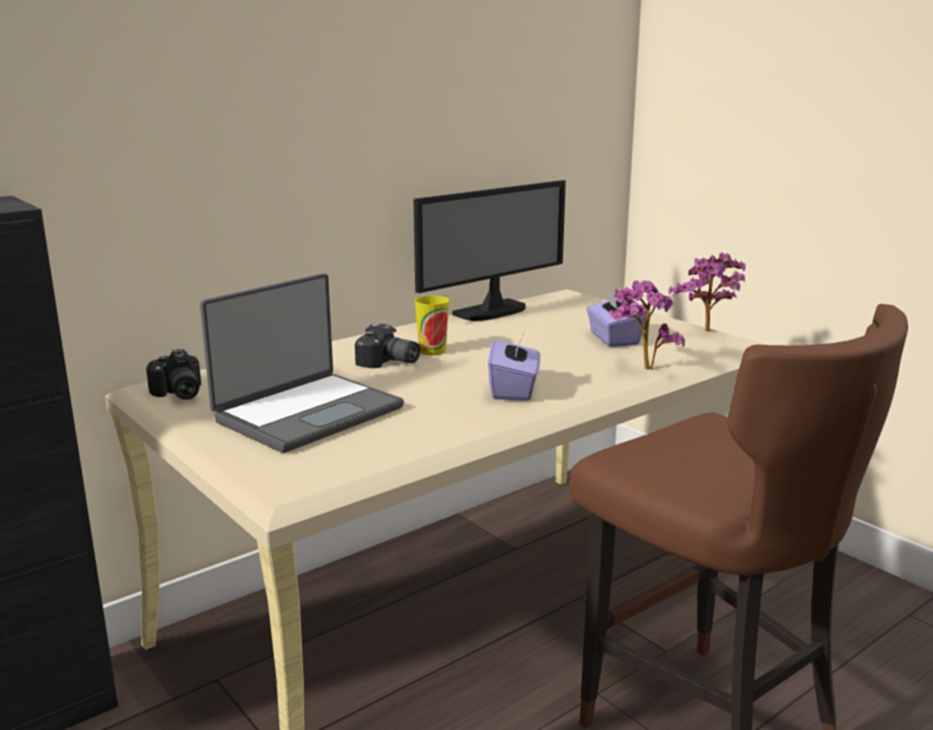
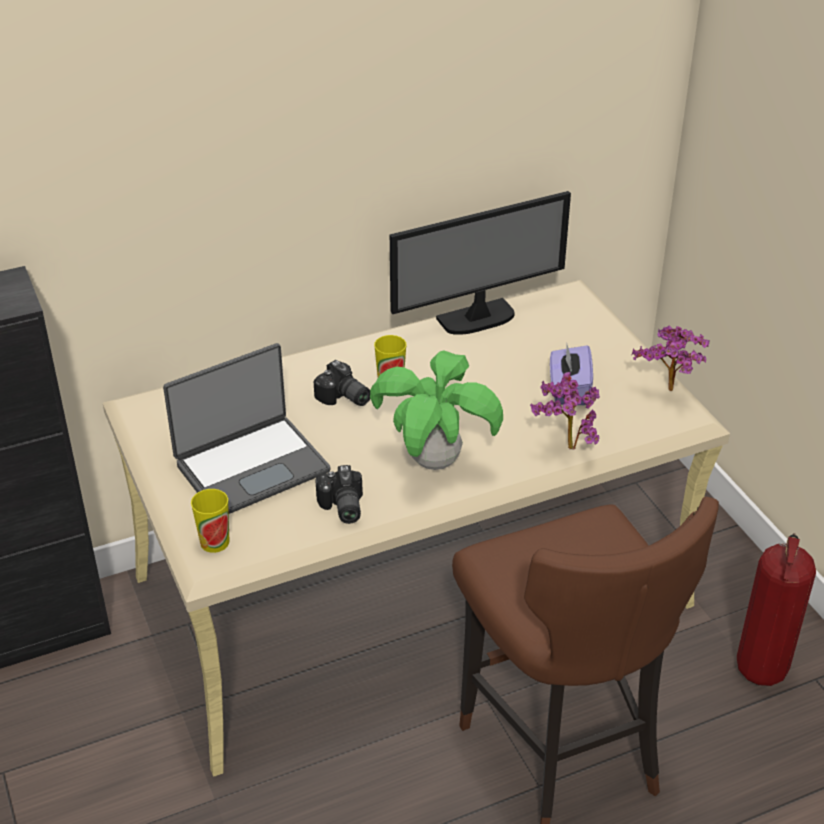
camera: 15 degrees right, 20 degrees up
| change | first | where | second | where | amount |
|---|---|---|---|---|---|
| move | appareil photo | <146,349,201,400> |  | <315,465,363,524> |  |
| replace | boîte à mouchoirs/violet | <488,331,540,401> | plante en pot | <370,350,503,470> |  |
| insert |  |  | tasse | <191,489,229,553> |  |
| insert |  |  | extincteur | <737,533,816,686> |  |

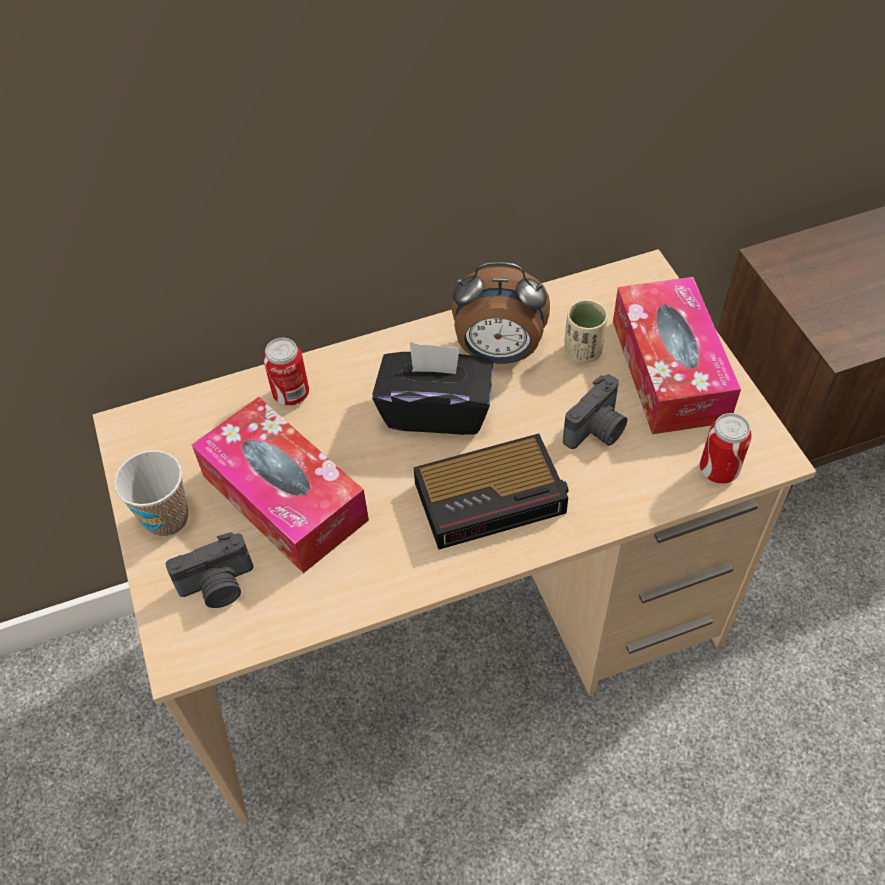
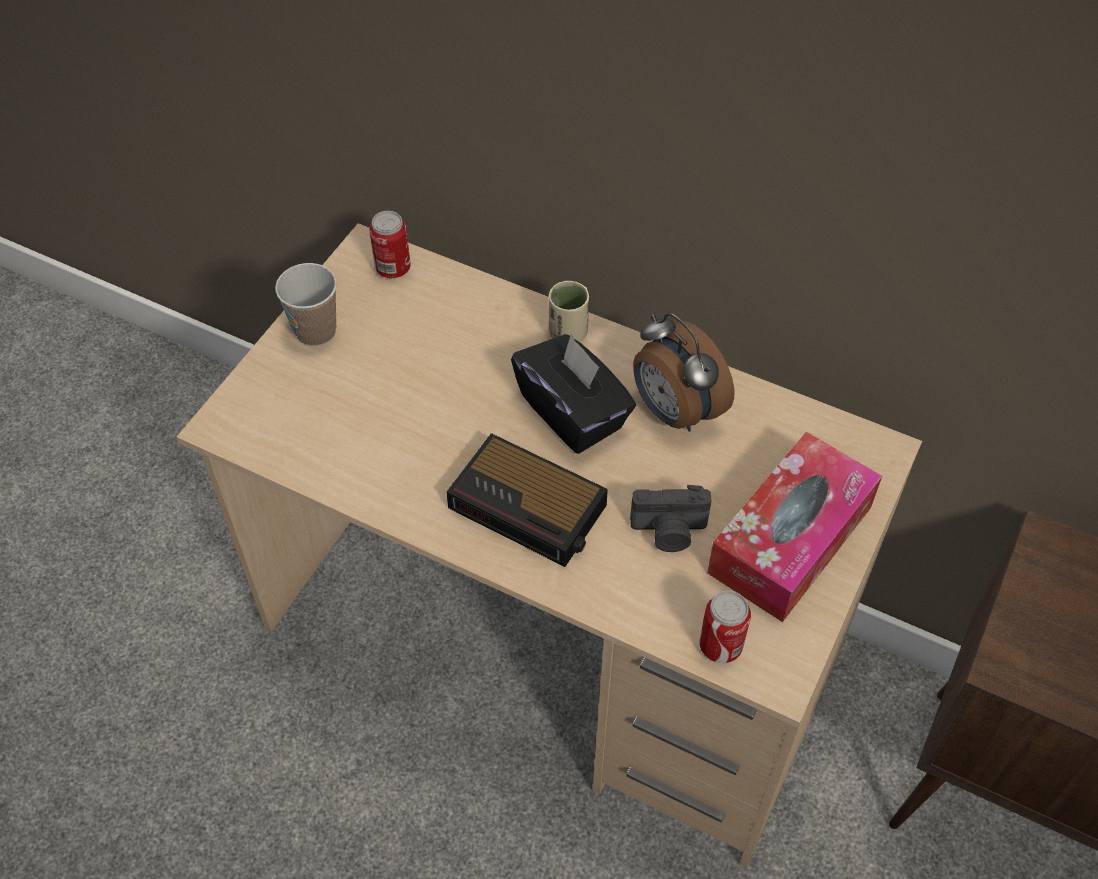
camera: 45 degrees right, 0 degrees up
| change | first | where | second | where | amount |
|---|---|---|---|---|---|
| delete | appareil photo | <165,532,254,608> |  |  |  |
| delete | boîte à mouchoirs | <192,397,369,574> |  |  |  |
| move | boîte métallique | <263,338,309,406> |  | <370,211,411,278> |  |
| move | tasse/beige | <564,299,608,363> |  | <549,281,589,342> |  |

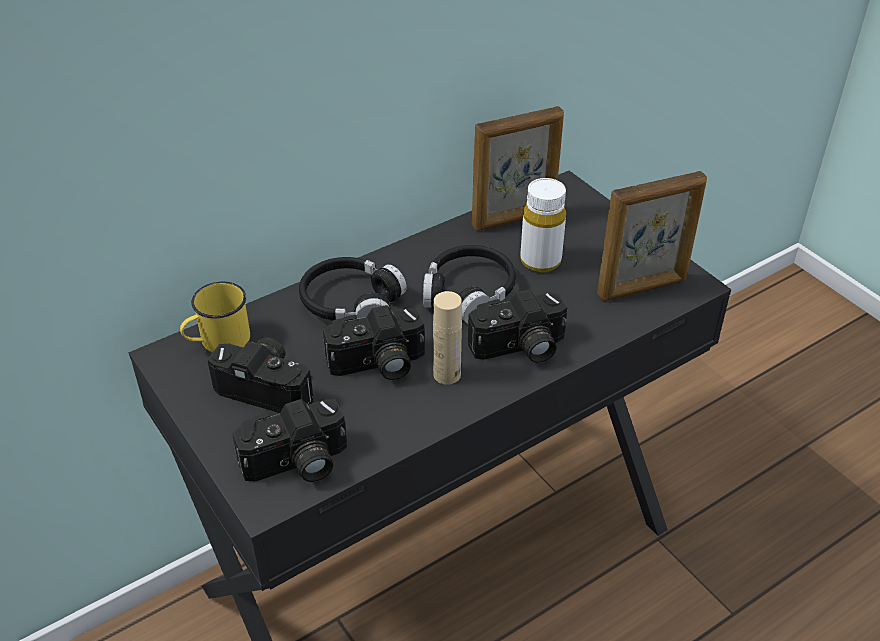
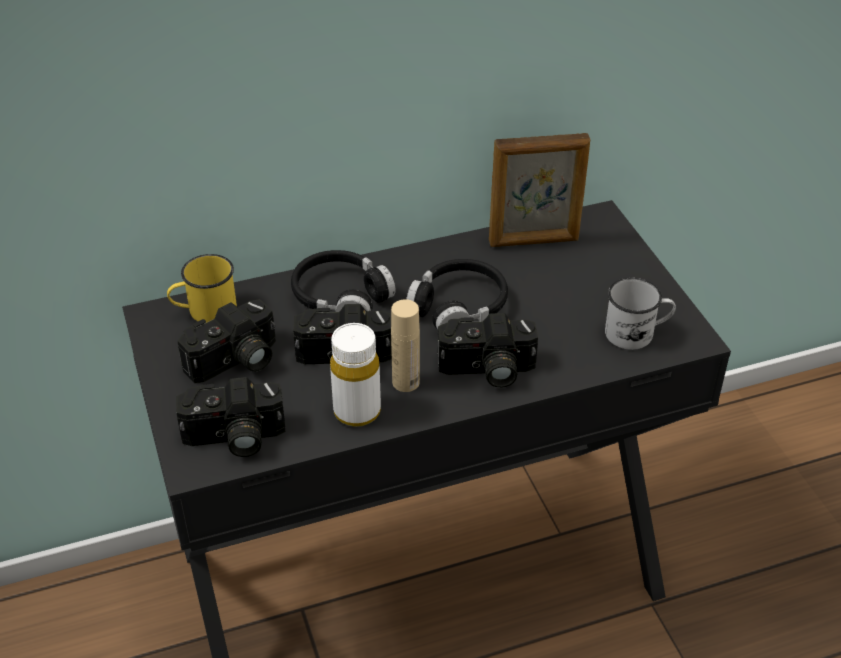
camera: 15 degrees right, 0 degrees up
| change | first | where | second | where | amount |
|---|---|---|---|---|---|
| rotate | appareil photo | <207,337,314,413> |  | <178,299,276,383> | 105 degrees clockwise |
| move | bouteille/blanc | <520,178,566,273> |  | <330,323,381,427> |  |
| replace | cadre photo | <597,171,707,301> | mug/blanc | <605,278,676,350> |  |

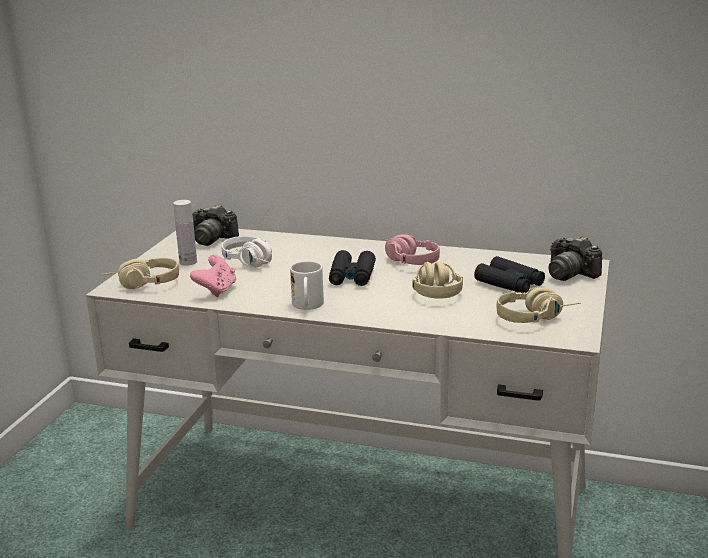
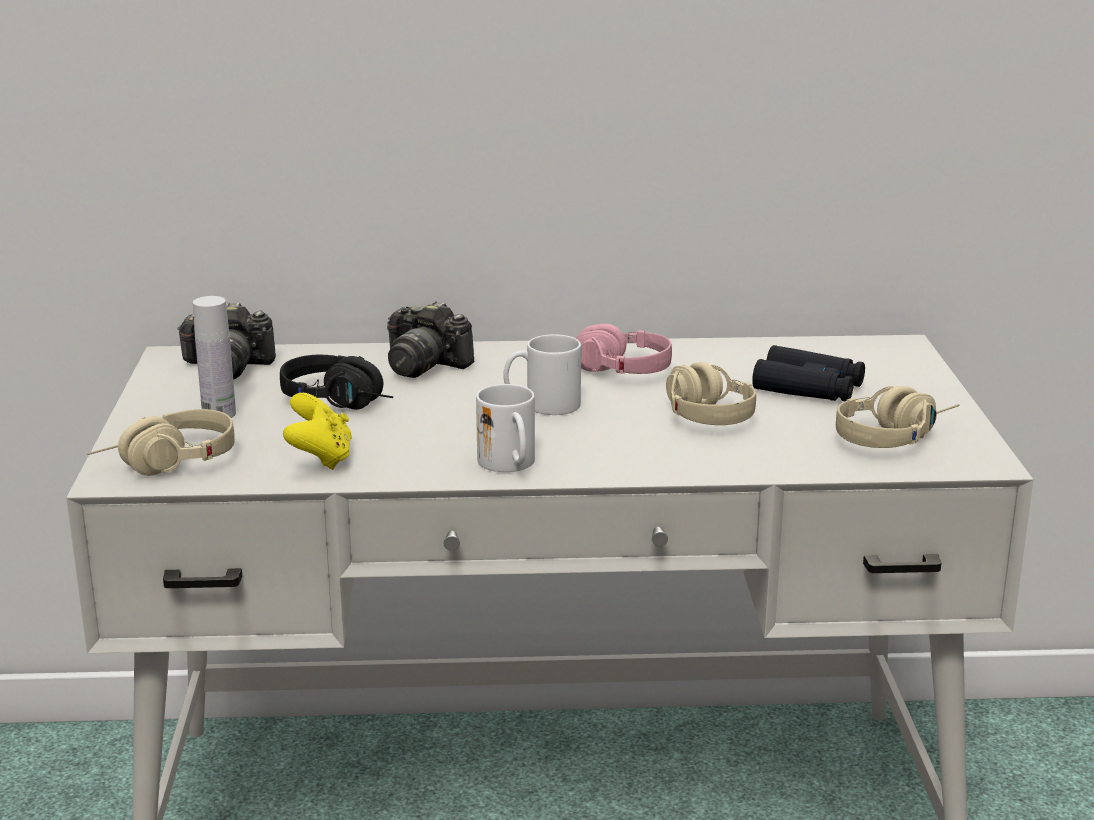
camera: 20 degrees left, 0 degrees up
| change | first | where | second | where | amount |
|---|---|---|---|---|---|
| recolor | manette/rose | <190,255,236,297> | manette/jaune | <283,393,352,470> |  |
| recolor | casque audio/blanc | <221,236,272,267> | casque audio/noir | <280,355,393,410> |  |
| replace | jumelles/noir | <329,250,376,286> | mug/blanc | <503,334,581,415> |  |
| move | appareil photo | <548,236,602,281> |  | <387,301,474,378> |  |

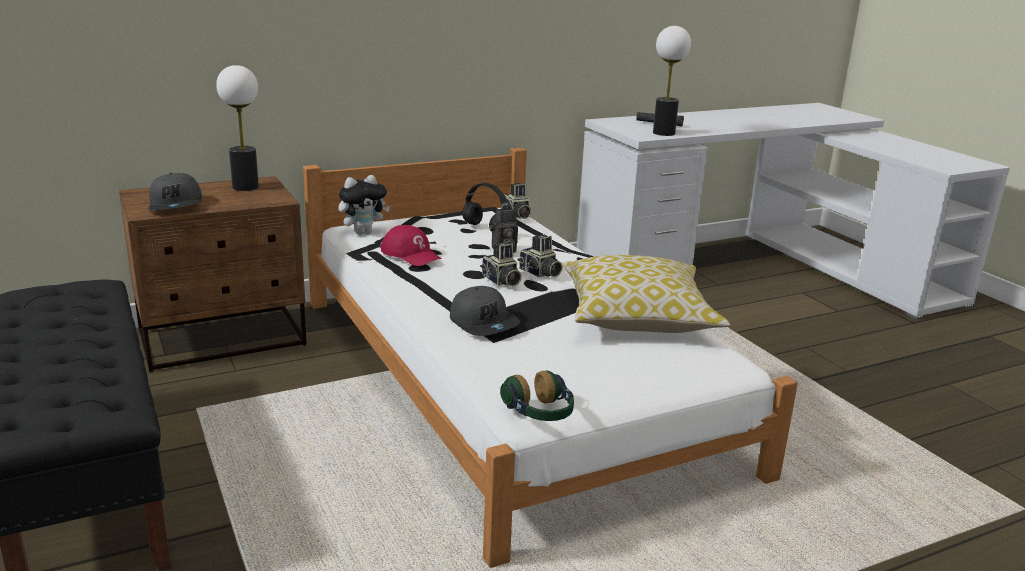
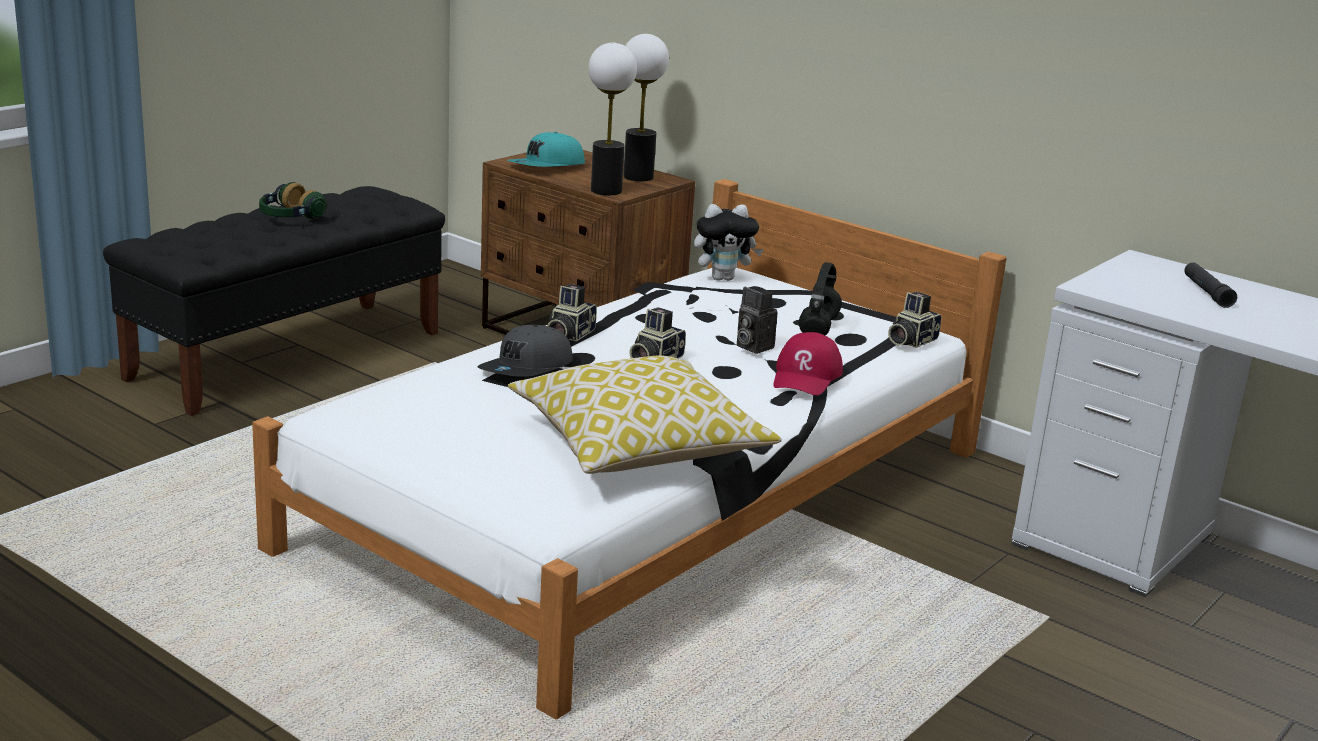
camera: 65 degrees right, 0 degrees up
| change | first | where | second | where | amount |
|---|---|---|---|---|---|
| recolor | casquette/gris | <148,173,202,211> | casquette/turquoise | <506,132,585,167> |  |
| rotate | peluche | <338,175,390,235> |  | <694,204,763,281> | 45 degrees counterclockwise |
| move | casquette/rouge | <380,225,442,266> |  | <774,332,843,396> |  |
| move | casque audio | <500,370,574,421> |  | <259,182,327,219> |  |
| move | appareil photo | <517,234,563,278> |  | <547,284,597,342> |  |
| move | lampe de table | <653,26,691,136> |  | <588,43,637,195> |  |

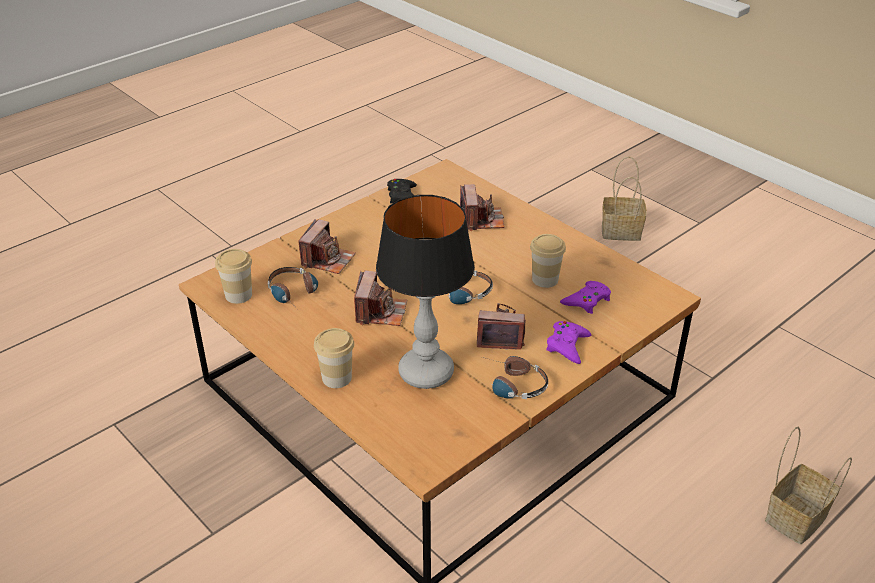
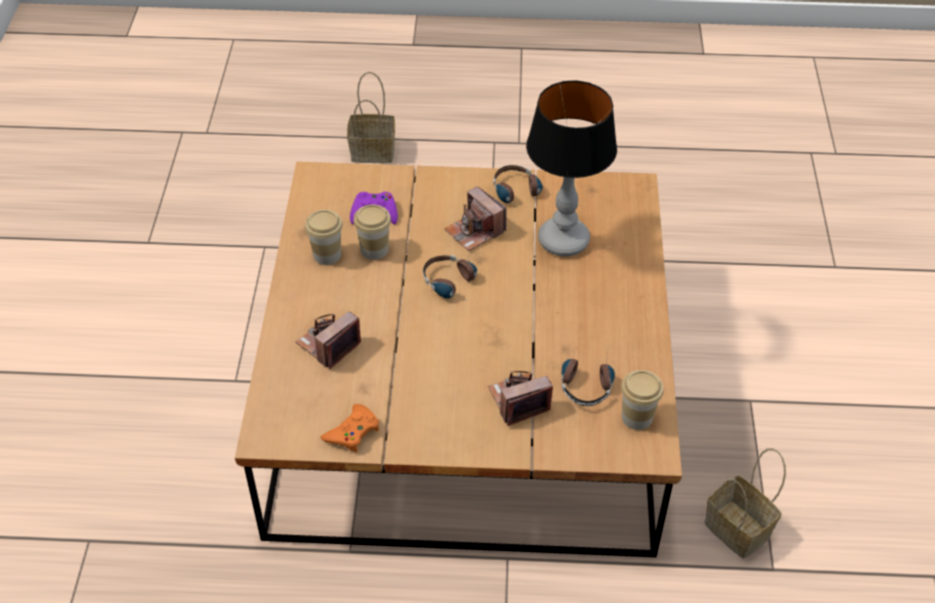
camera: 135 degrees left, 10 degrees up
| change | first | where | second | where | amount |
|---|---|---|---|---|---|
| move | tasse | <314,328,354,388> |  | <305,210,343,265> |  |
| delete | appareil photo | <354,271,407,326> |  |  |  |
| recolor | manette/noir | <387,179,417,204> | manette/orange | <321,404,379,452> |  |
| delete | manette/violet | <546,321,591,364> |  |  |  |
| move | panier | <602,156,646,241> |  | <704,448,786,559> |  |

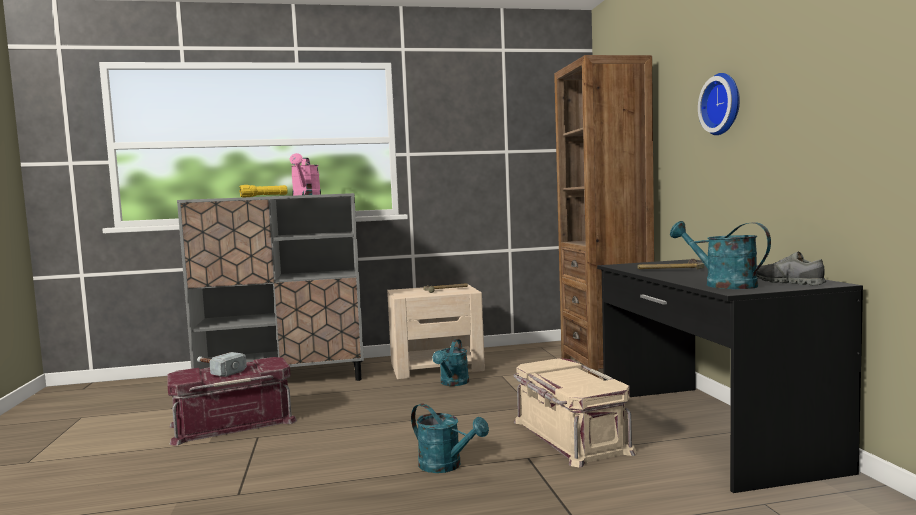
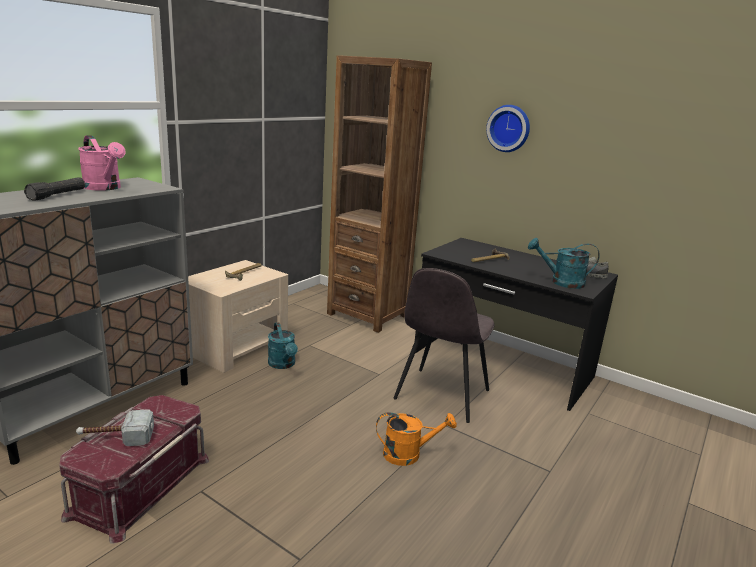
camera: 45 degrees left, 15 degrees up
| change | first | where | second | where | amount |
|---|---|---|---|---|---|
| recolor | lampe de poche/jaune | <239,185,288,197> | lampe de poche/noir | <24,177,85,201> |  |
| recolor | arrosoir/turquoise | <411,404,489,473> | arrosoir/orange | <376,412,457,466> |  |
| replace | boîte de rangement/beige | <513,358,637,467> | chaise/gris | <394,268,495,423> |  |

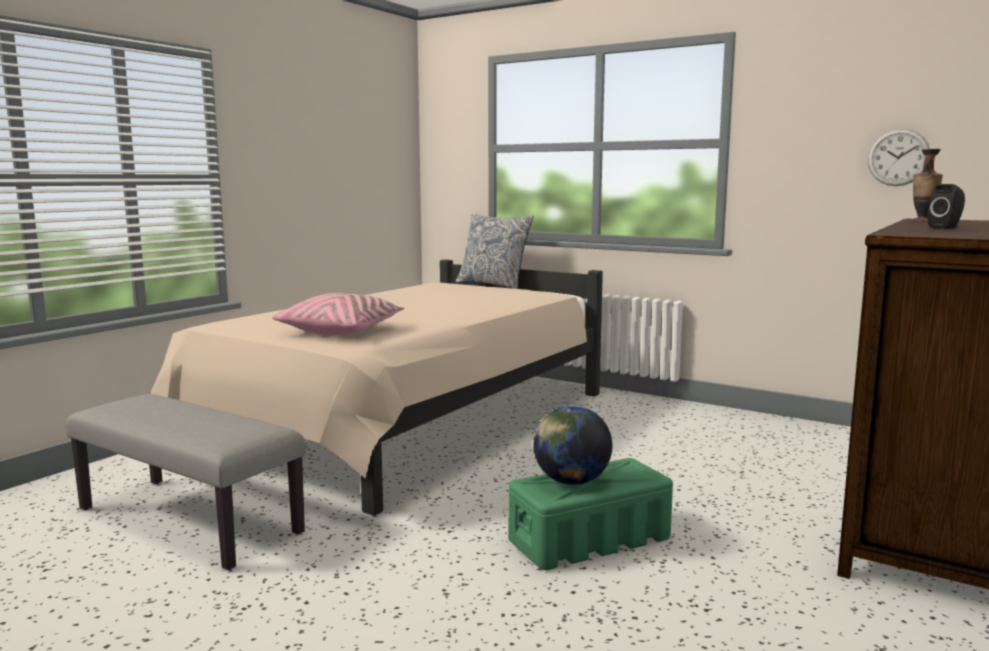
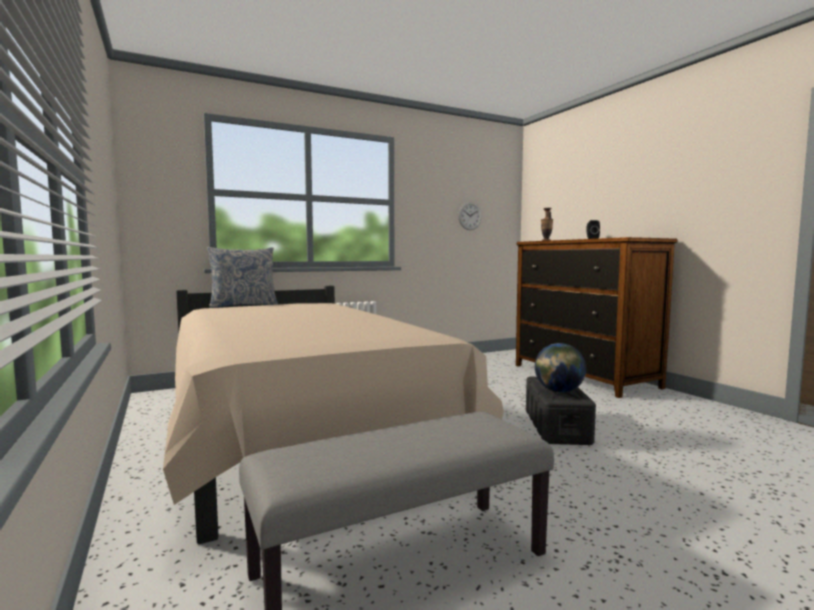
camera: 60 degrees left, 5 degrees down
| change | first | where | second | where | amount |
|---|---|---|---|---|---|
| delete | coussin/rose | <272,293,404,335> |  |  |  |
| recolor | boîte de rangement/vert | <508,458,673,570> | boîte de rangement/noir | <526,377,596,445> |  |

